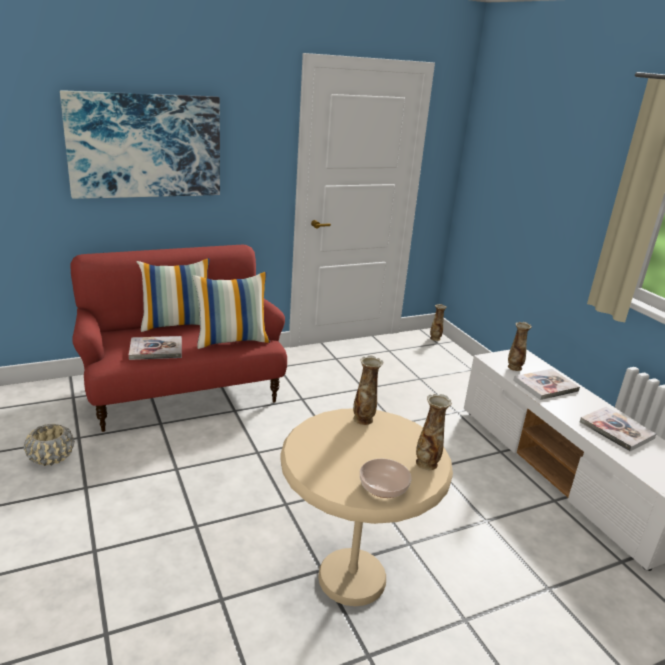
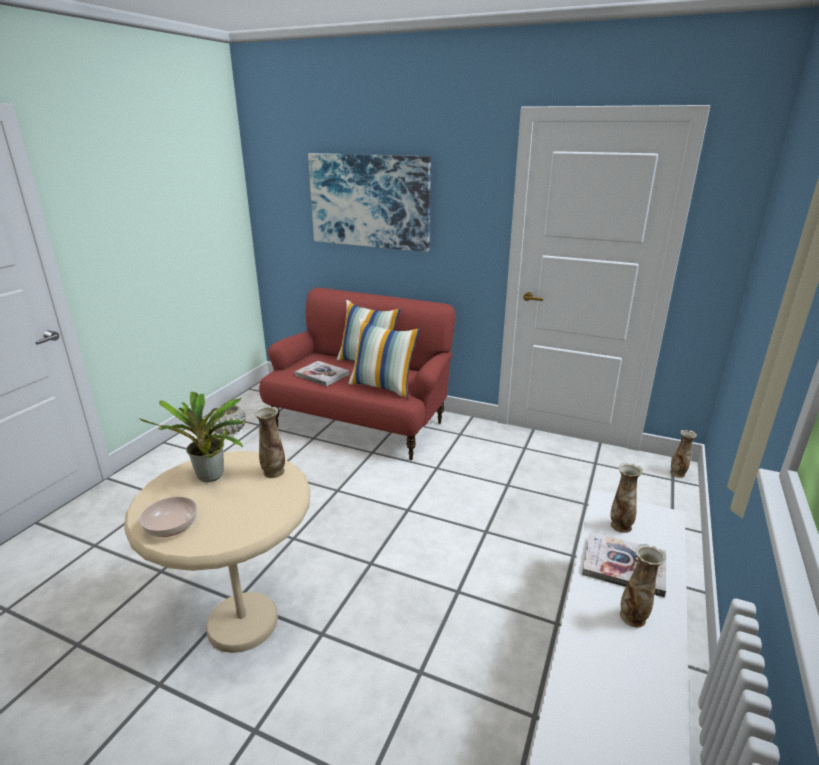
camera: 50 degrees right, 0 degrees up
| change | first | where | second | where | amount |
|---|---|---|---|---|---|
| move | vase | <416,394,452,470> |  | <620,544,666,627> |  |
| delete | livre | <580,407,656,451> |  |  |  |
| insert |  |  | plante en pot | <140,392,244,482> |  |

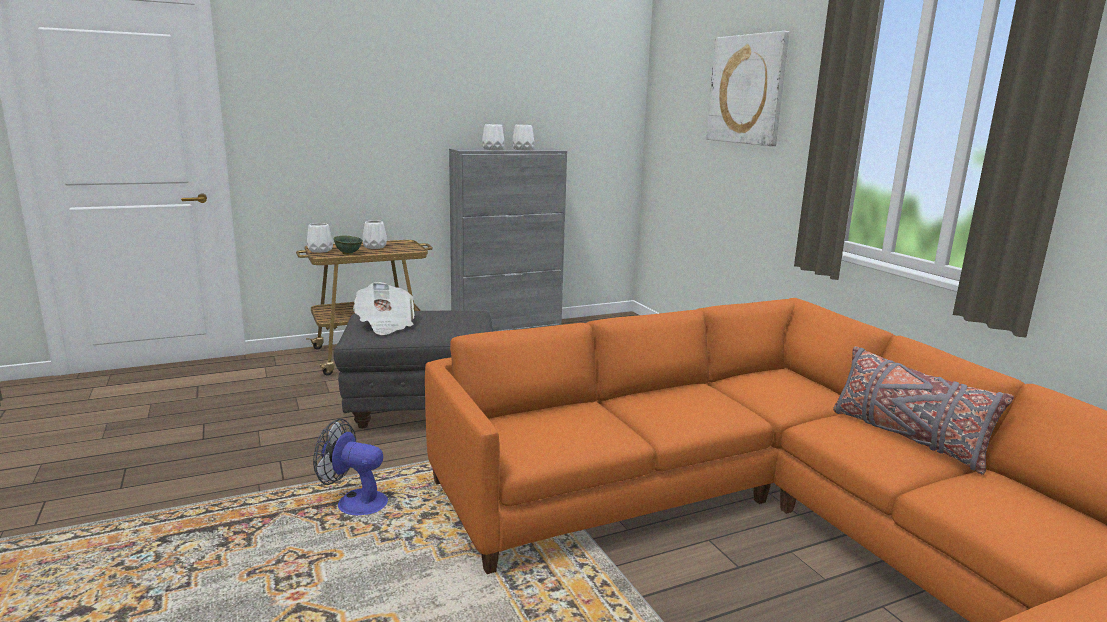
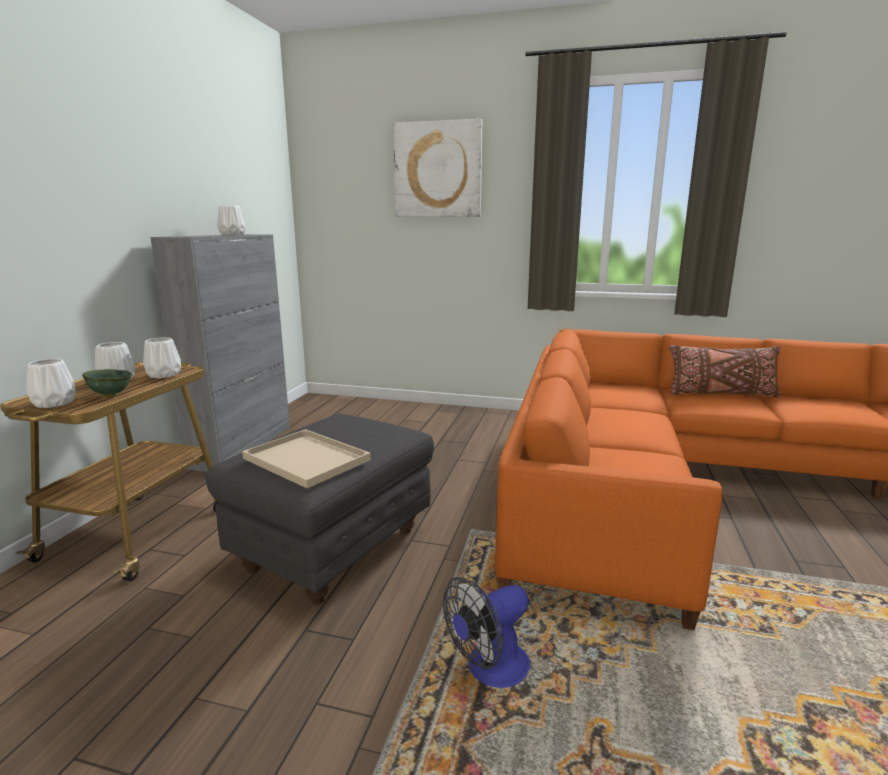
camera: 50 degrees left, 0 degrees up
| change | first | where | second | where | amount |
|---|---|---|---|---|---|
| replace | journal | <353,282,414,335> | plateau/beige | <242,429,371,488> |  |
| move | vase/blanc | <482,124,505,150> |  | <143,337,181,379> |  |
| recolor | coussin/gris | <833,346,1014,475> | coussin/marron | <670,345,781,398> |  |

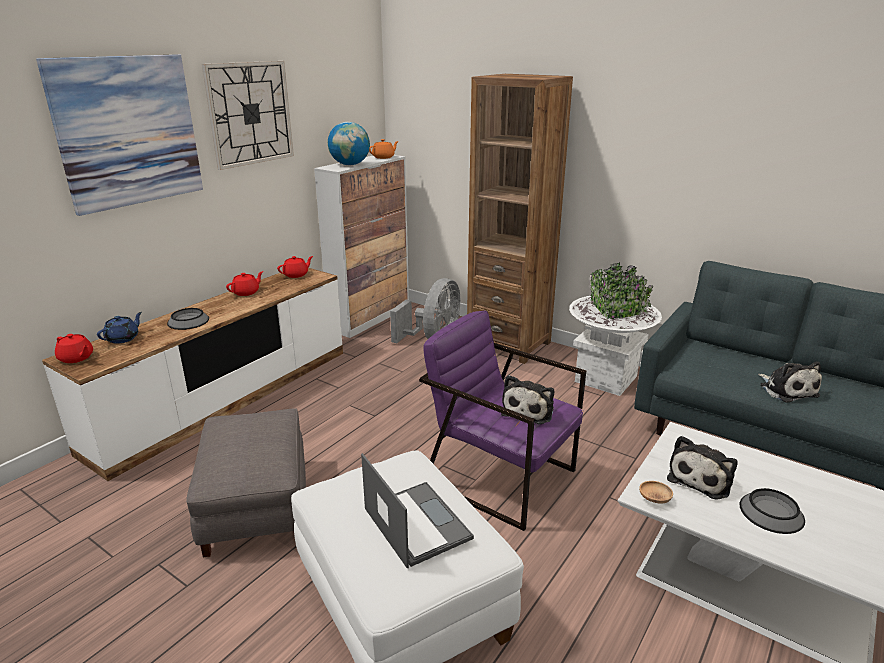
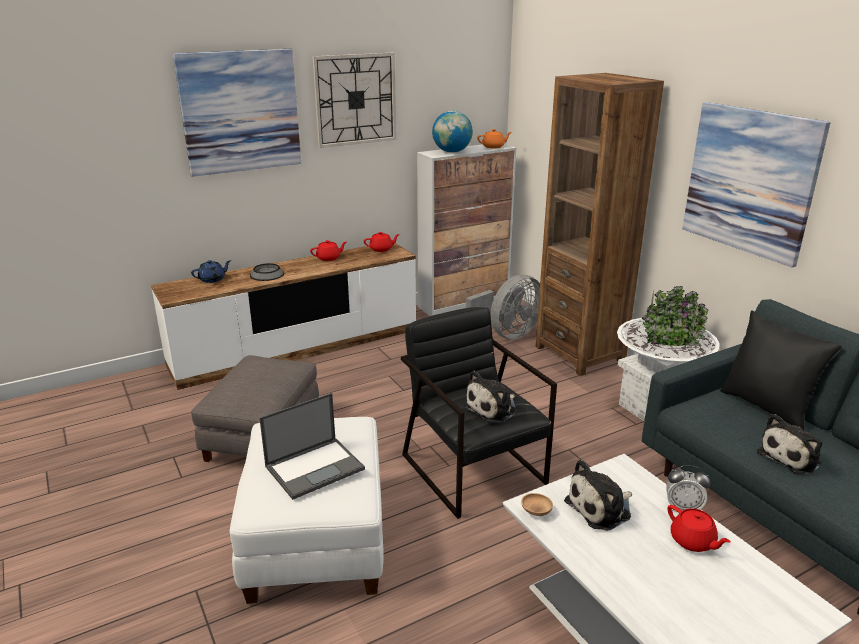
camera: 25 degrees right, 0 degrees up
| change | first | where | second | where | amount |
|---|---|---|---|---|---|
| move | théière/rouge | <55,334,93,363> |  | <667,505,731,552> |  |
| rotate | ordinateur portable | <361,453,474,568> |  | <259,393,365,500> | 60 degrees clockwise |
| recolor | fauteuil/violet | <419,310,586,531> | fauteuil/noir | <401,307,557,519> |  |
| delete | bol | <740,488,805,534> |  |  |  |
| rotate | peluche | <758,362,822,403> |  | <757,414,823,475> | 45 degrees clockwise |
| insert |  |  | réveil | <666,465,710,511> |  |
| insert |  |  | tableau | <682,102,830,267> |  |
| insert |  |  | coussin/noir | <720,310,842,430> |  |

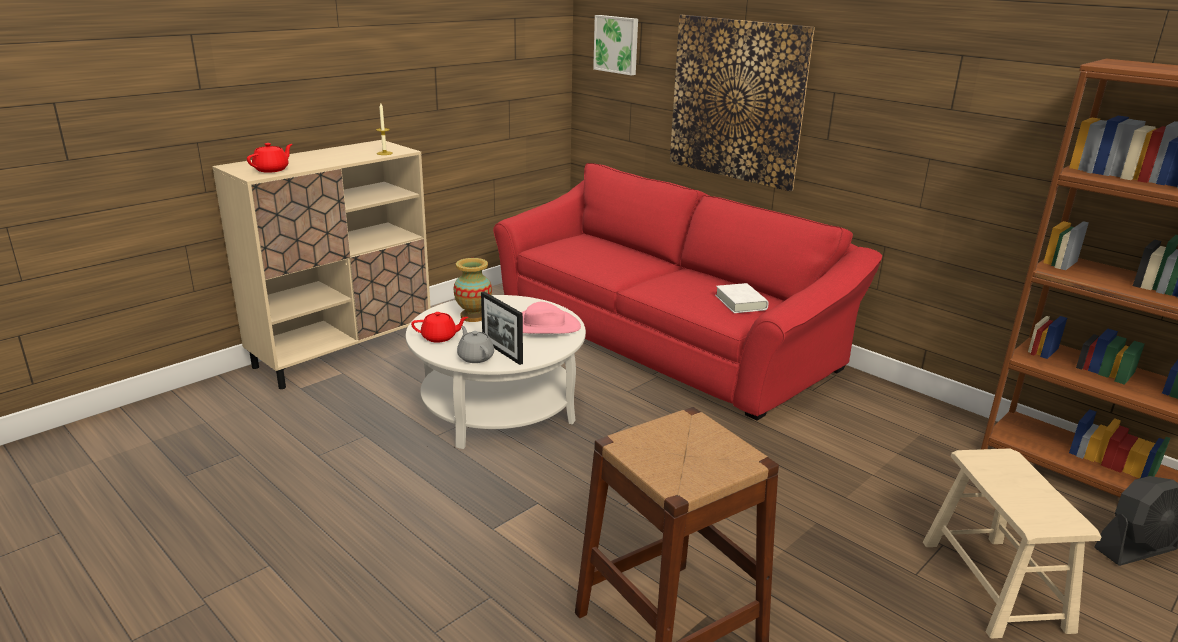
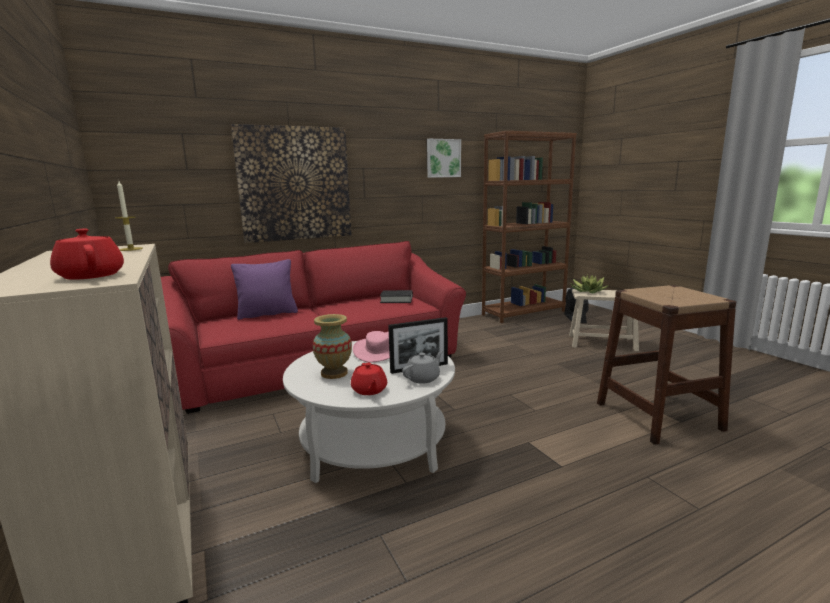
camera: 70 degrees left, 10 degrees down
| change | first | where | second | where | amount |
|---|---|---|---|---|---|
| rotate | théière/rouge | <411,312,468,343> |  | <351,363,387,395> | 150 degrees clockwise |
| rotate | théière/gris | <457,326,494,363> |  | <402,351,443,384> | 150 degrees clockwise |
| move | tableau | <593,15,638,75> |  | <427,139,461,178> |  |
| recolor | livre/blanc | <715,283,769,313> | livre/noir | <380,290,413,303> |  |
| insert |  |  | coussin/violet | <231,259,298,320> |  |
| insert |  |  | plante en pot | <571,275,608,293> |  |

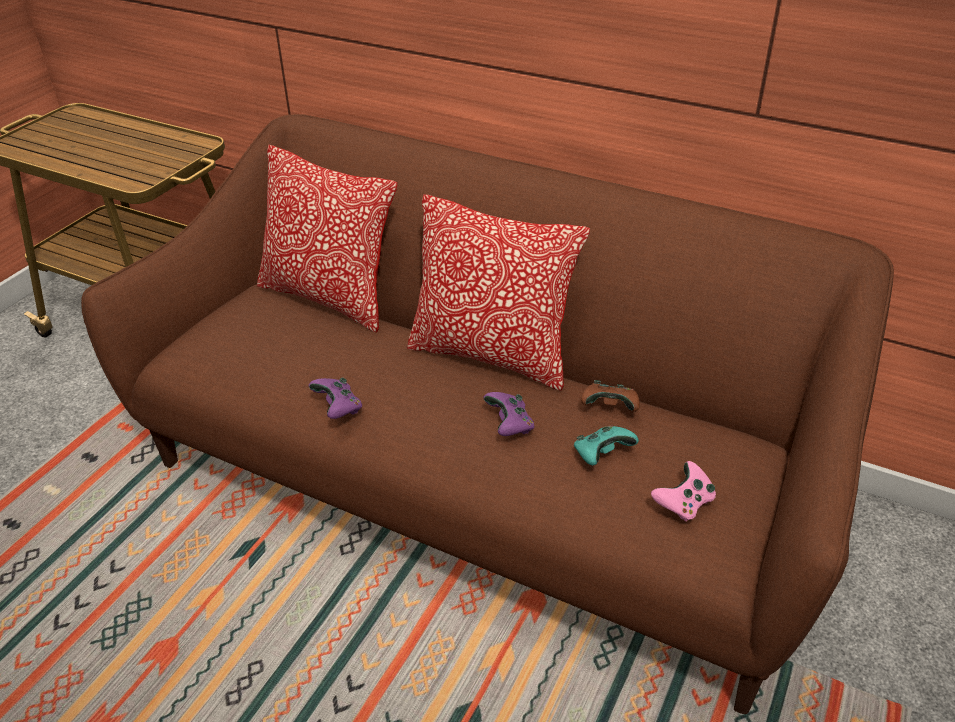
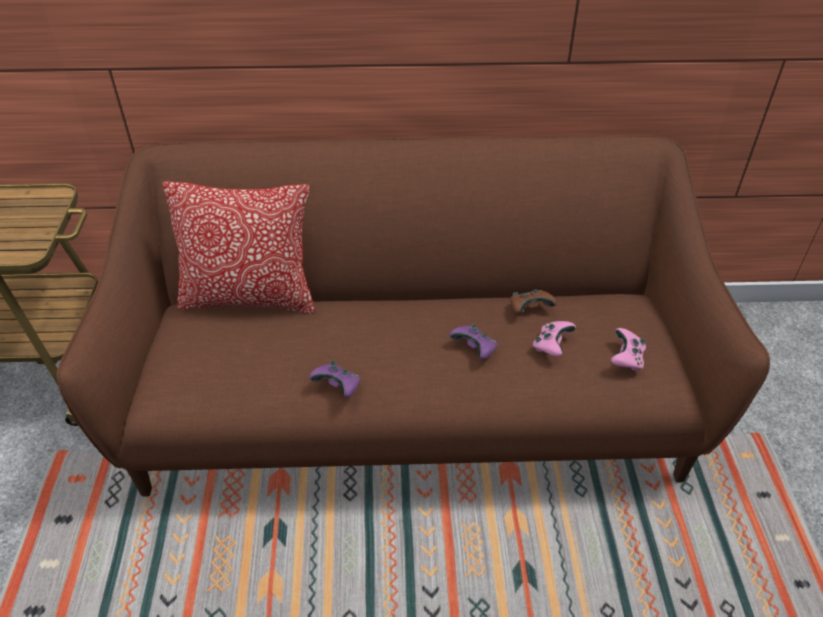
camera: 30 degrees left, 5 degrees up
| change | first | where | second | where | amount |
|---|---|---|---|---|---|
| delete | coussin | <407,194,590,391> |  |  |  |
| recolor | manette/turquoise | <574,426,639,465> | manette/rose | <533,321,576,356> |  |

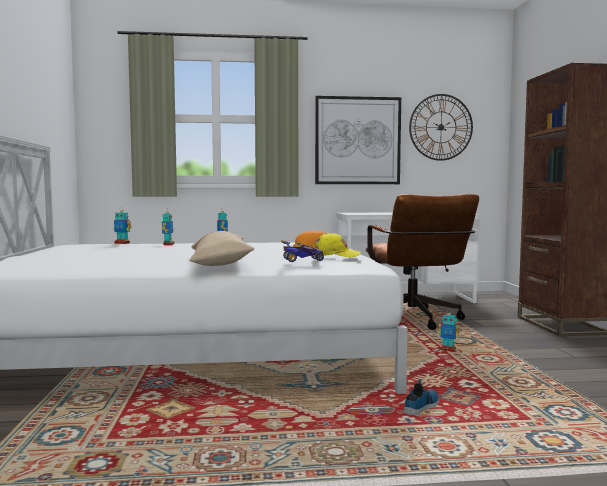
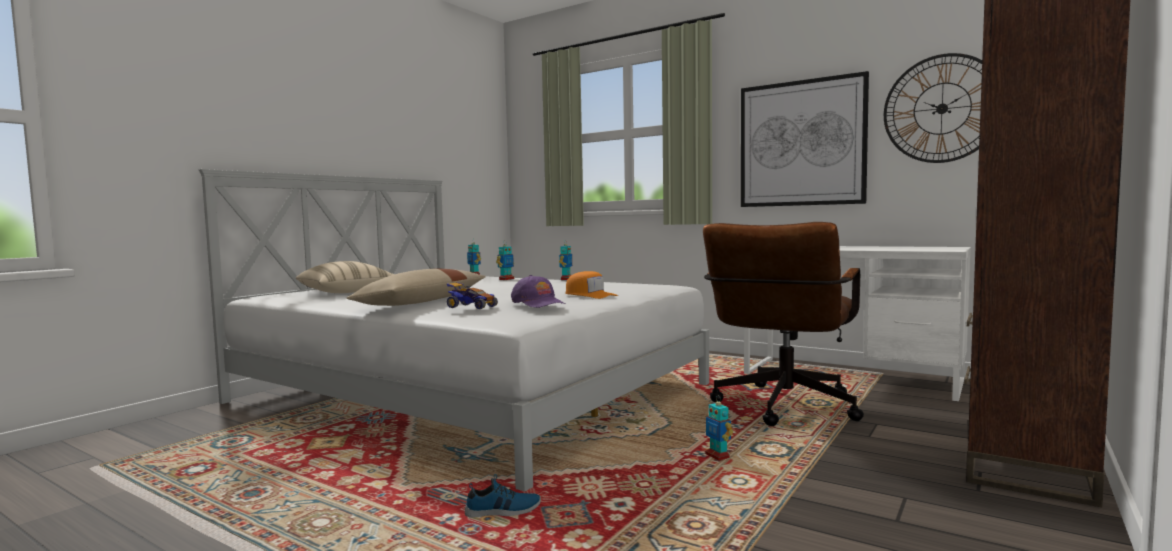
camera: 40 degrees right, 0 degrees up
| change | first | where | second | where | amount |
|---|---|---|---|---|---|
| recolor | casquette/jaune | <314,233,362,257> | casquette/violet | <511,275,565,308> |  |
| insert |  |  | coussin/beige | <296,261,394,293> |  |

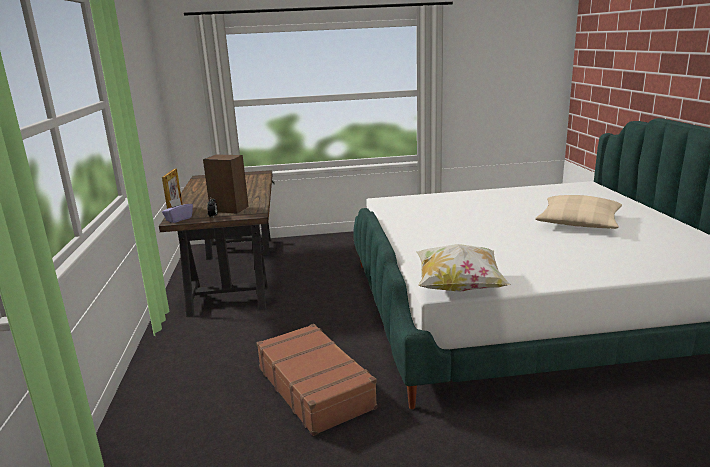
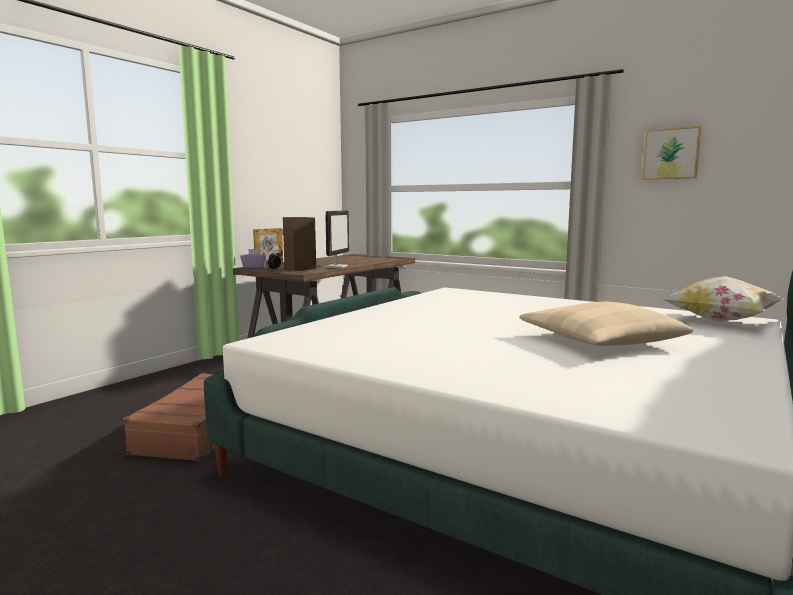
camera: 40 degrees right, 10 degrees down
| change | first | where | second | where | amount |
|---|---|---|---|---|---|
| move | coussin | <416,244,511,292> |  | <663,276,783,322> |  |
| insert |  |  | écran d'ordinateur | <324,210,349,268> |  |
| insert |  |  | tableau | <642,126,702,179> |  |

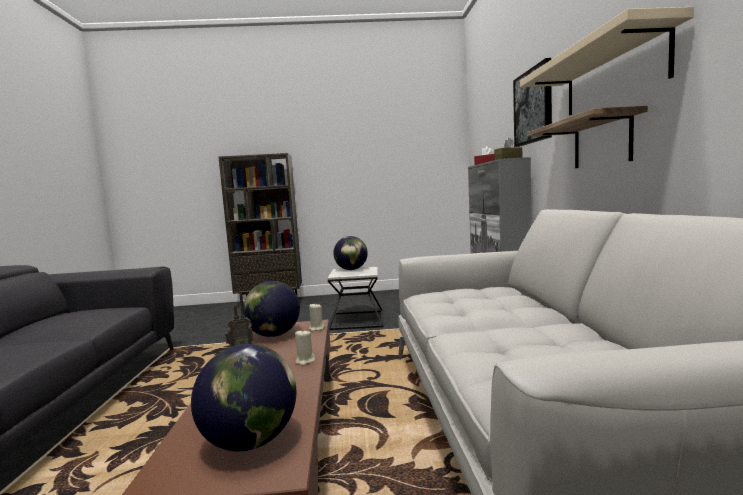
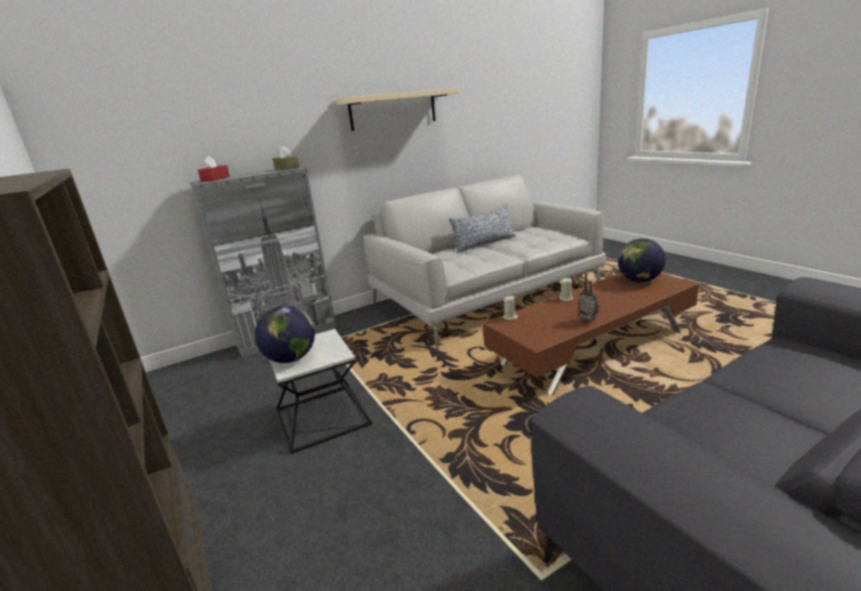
camera: 115 degrees left, 15 degrees up
| change | first | where | second | where | amount |
|---|---|---|---|---|---|
| delete | globe | <244,281,300,337> |  |  |  |
| delete | tableau | <513,58,552,147> |  |  |  |
| delete | étagère | <527,106,648,168> |  |  |  |
| insert |  |  | coussin | <449,204,516,253> |  |

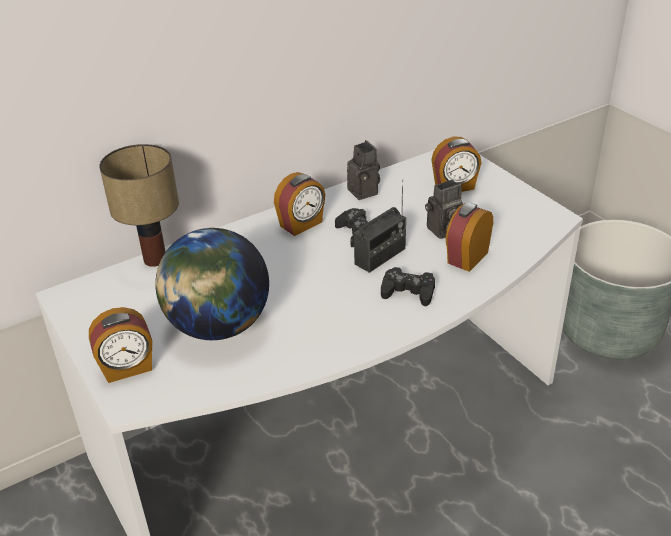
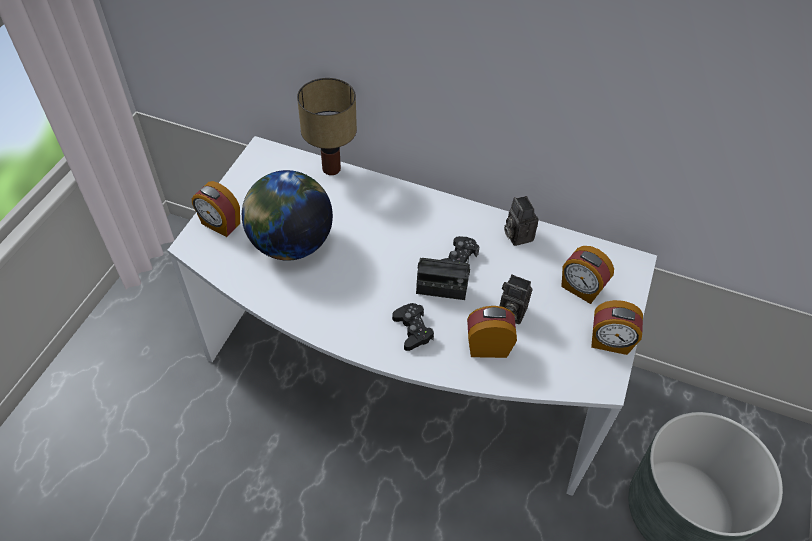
camera: 50 degrees right, 15 degrees up
| change | first | where | second | where | amount |
|---|---|---|---|---|---|
| move | réveil | <274,172,325,236> |  | <591,300,643,355> |  |
| rotate | appareil photo | <347,140,380,200> |  | <504,196,539,246> | 135 degrees clockwise |

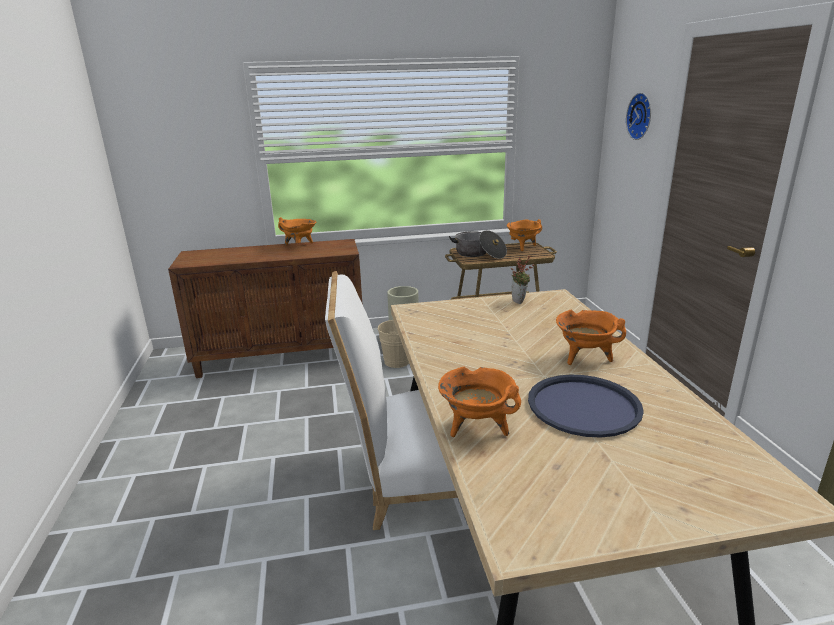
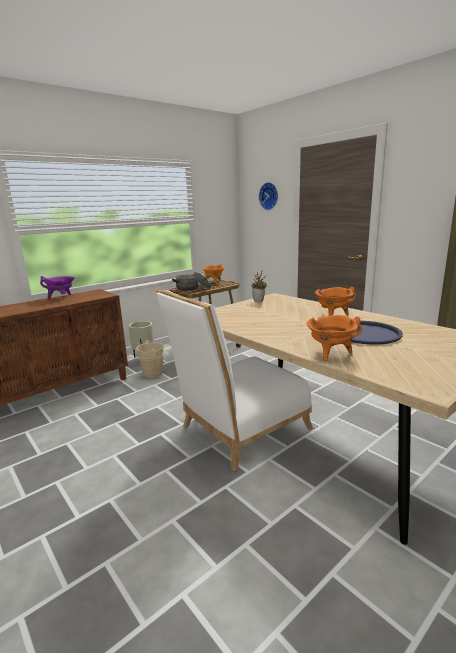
camera: 30 degrees left, 5 degrees down
| change | first | where | second | where | amount |
|---|---|---|---|---|---|
| recolor | marmite/orange | <278,217,316,245> | marmite/violet | <40,276,75,299> |  |

